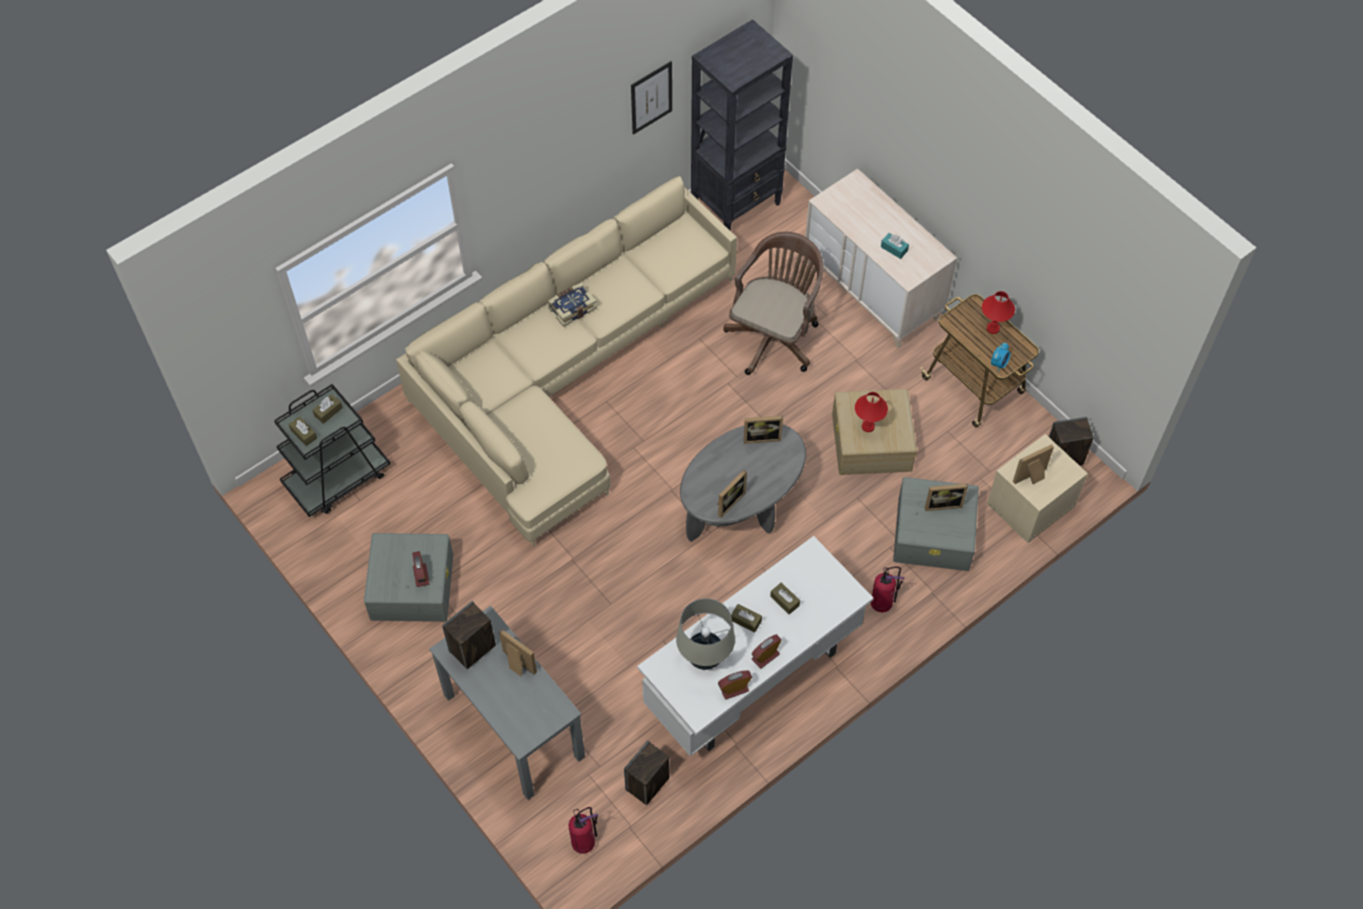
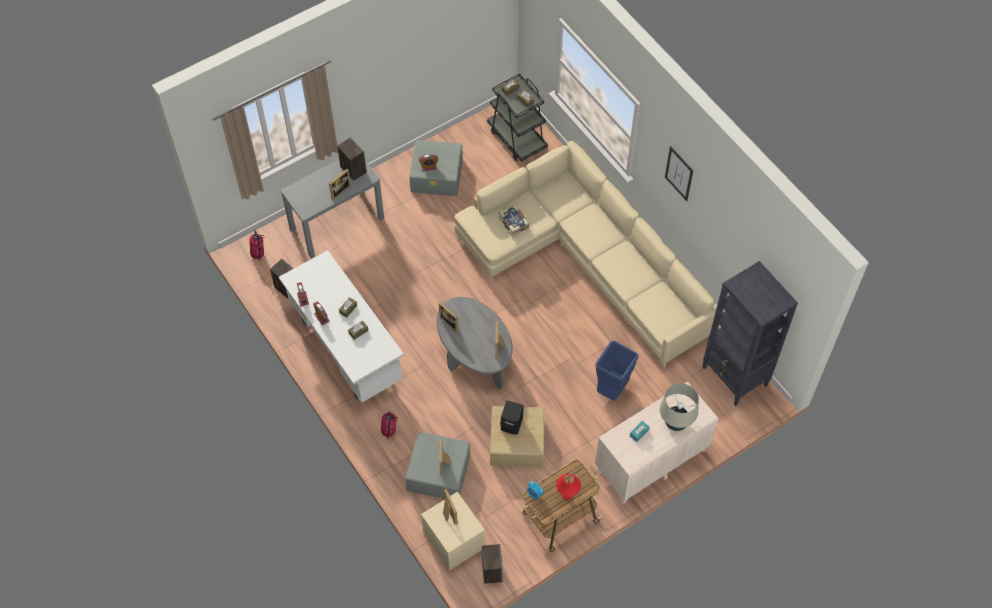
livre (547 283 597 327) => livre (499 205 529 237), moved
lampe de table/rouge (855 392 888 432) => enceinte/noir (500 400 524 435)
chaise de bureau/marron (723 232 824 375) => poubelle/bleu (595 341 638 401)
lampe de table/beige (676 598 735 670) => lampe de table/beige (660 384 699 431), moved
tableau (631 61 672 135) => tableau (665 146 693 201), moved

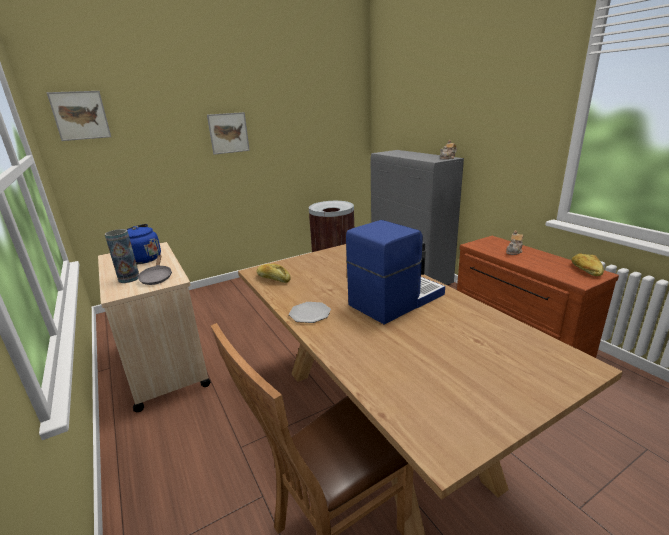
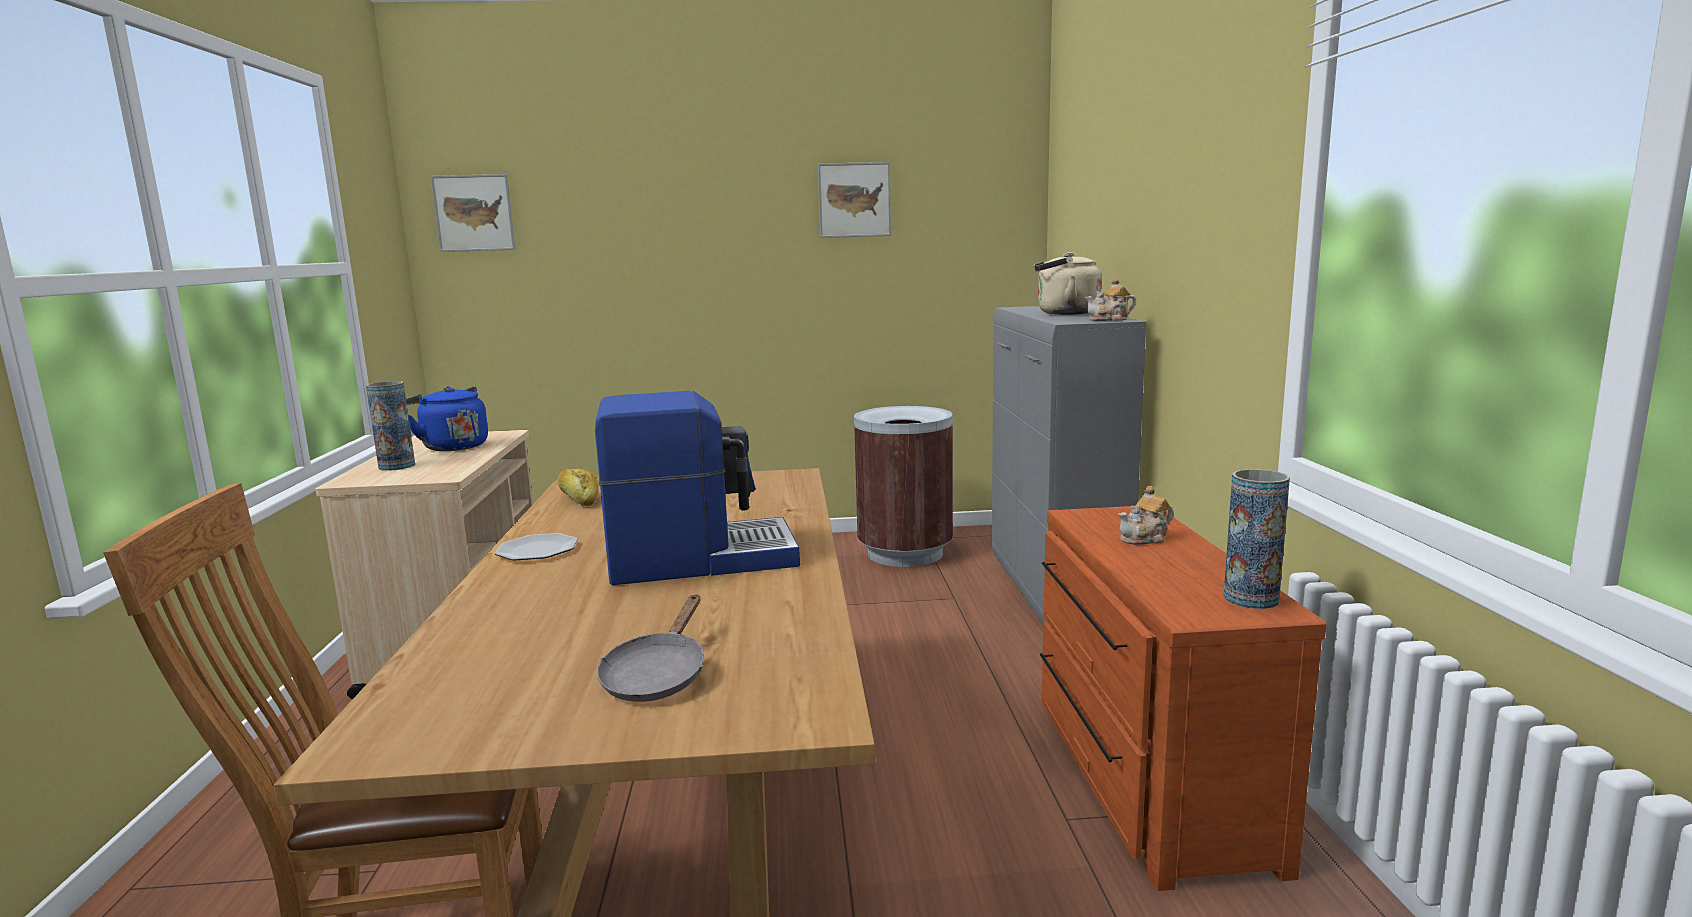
poêle/gris (137 255 172 285) => poêle/gris (597 594 704 702), moved
tableau (207 112 250 155) => tableau (818 162 891 238), moved
nothing => bouilloire/beige (1034 252 1101 315)
pain (571 253 604 276) => vase (1224 469 1290 609)

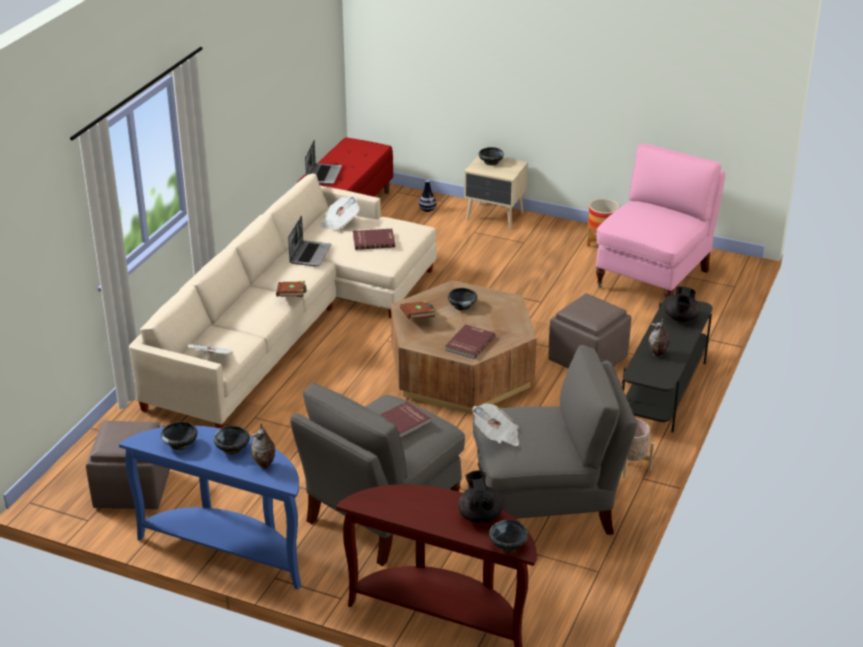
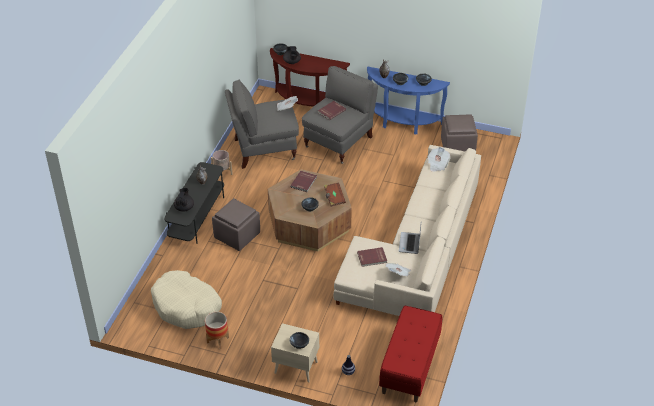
fauteuil/rose (596 144 725 297) => panier pour chien/beige (151 270 222 329)
livre/marron (276 281 307 297) => nothing
ordinateur portable (305 140 342 184) => nothing

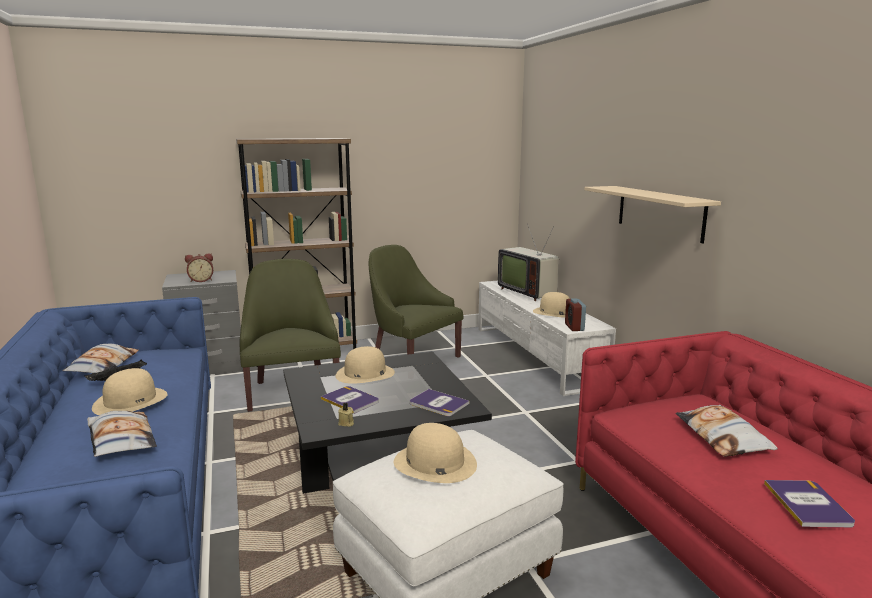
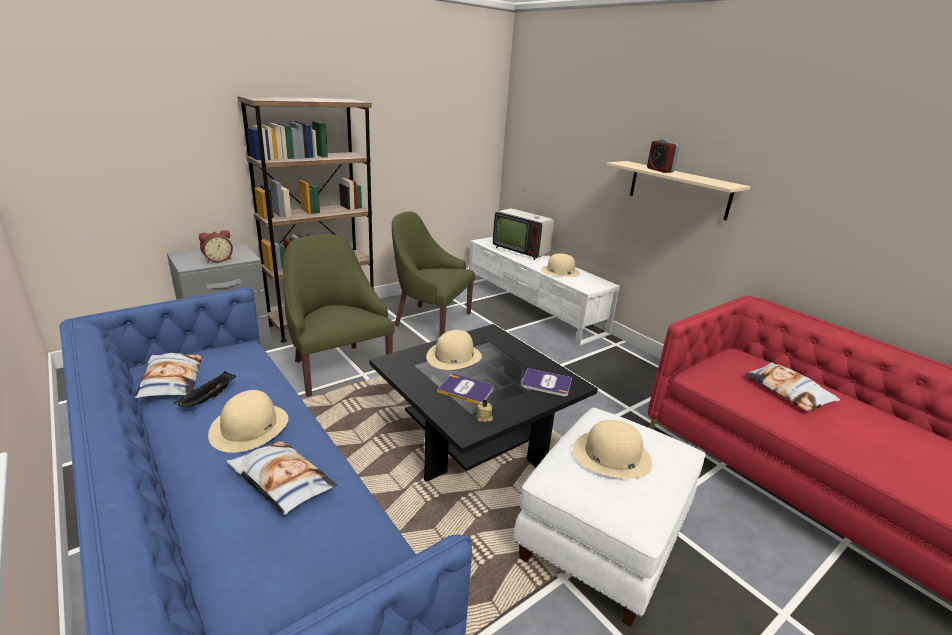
réveil (565 298 586 331) => réveil (647 139 680 173), moved
livre (764 480 855 527) => nothing

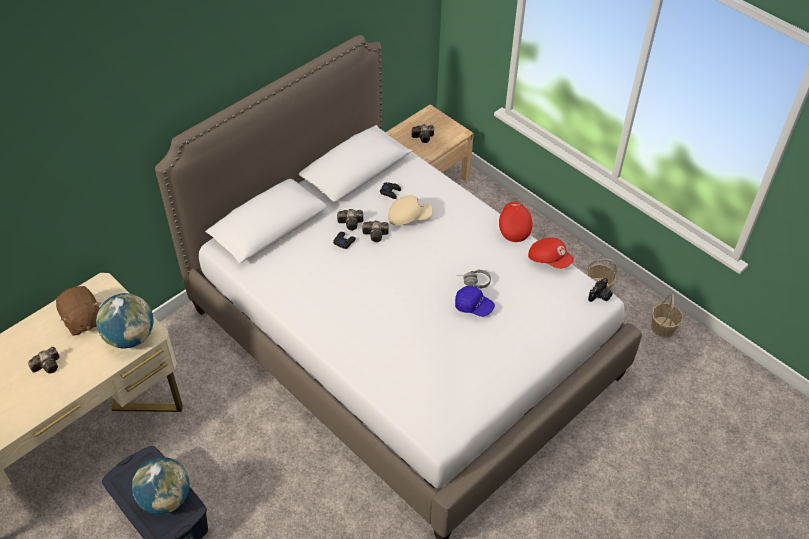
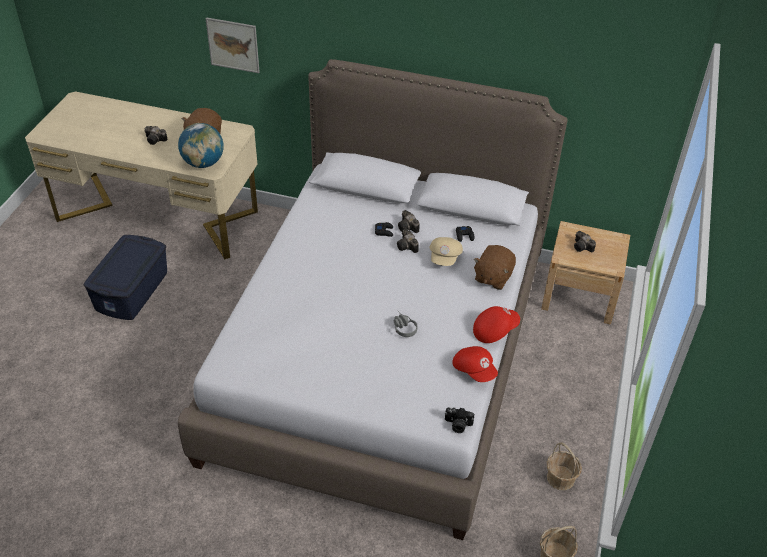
nothing => tableau (206 17 260 73)
casquette/beige (388 195 433 226) => casquette/beige (430 237 463 266), 45 degrees clockwise
casquette/rouge (528 237 574 269) => casquette/rouge (452 346 498 382), 45 degrees counterclockwise
nothing => peluche/marron (473 245 516 290)
globe (132 457 190 514) => nothing
casquette/bleu (455 286 495 317) => nothing

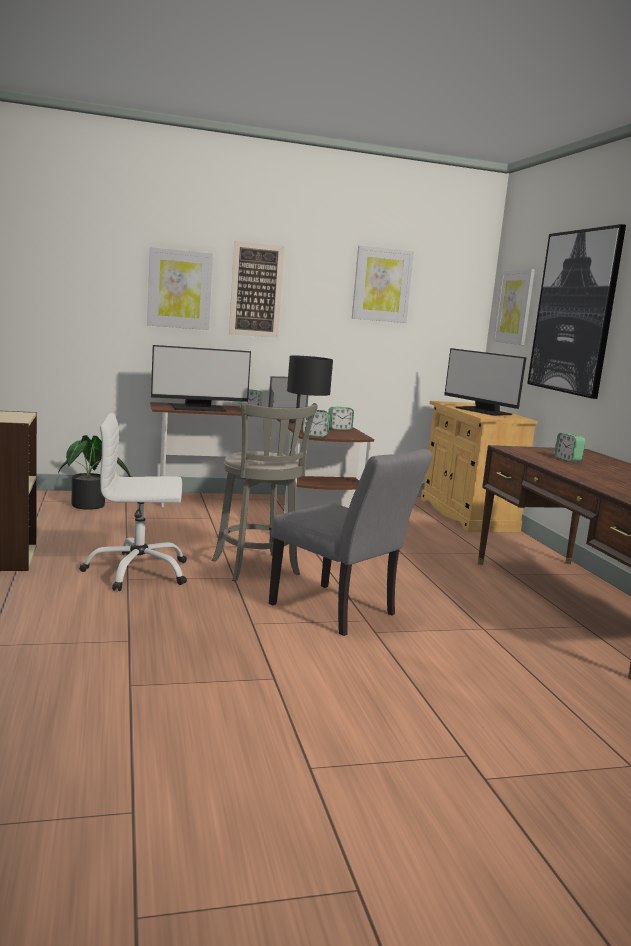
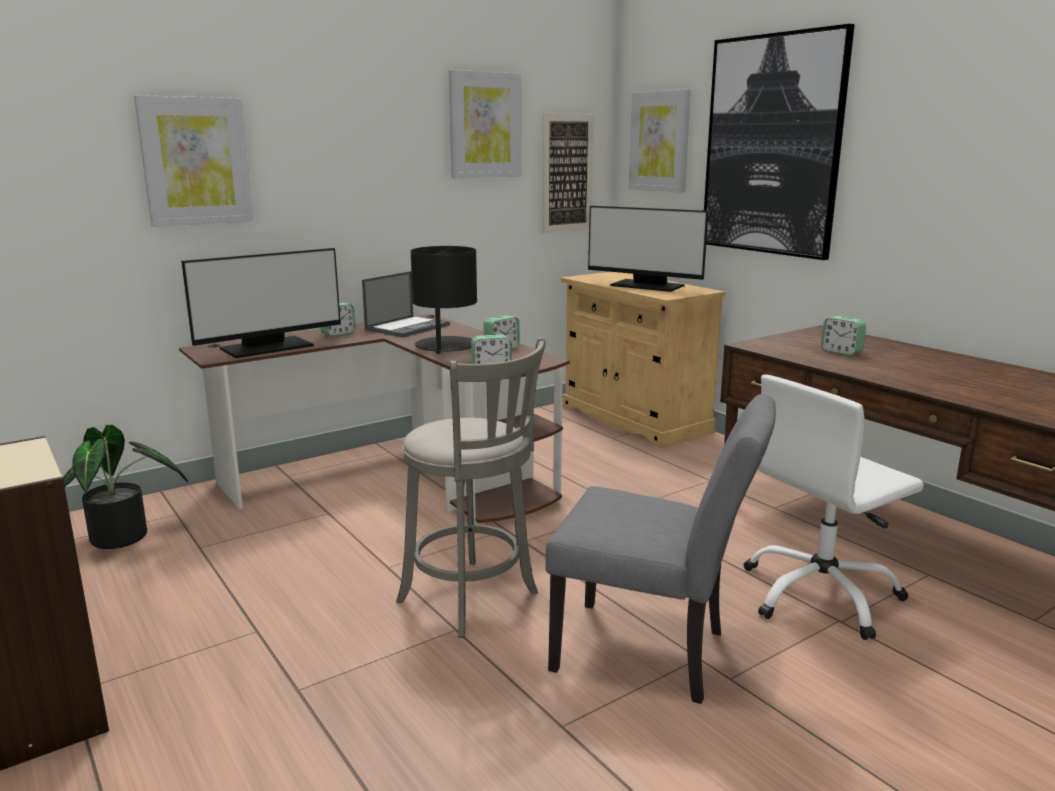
tableau (229 241 285 338) => tableau (542 114 594 233), moved
chaise de bureau/blanc (79 413 187 591) => chaise de bureau/blanc (744 374 924 640), moved

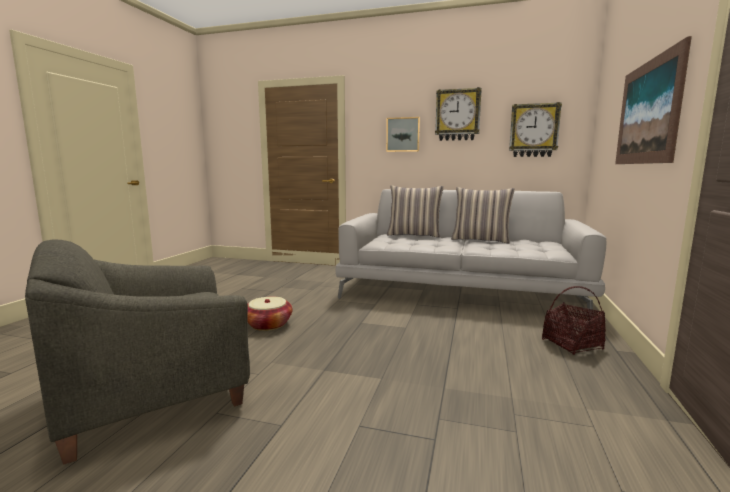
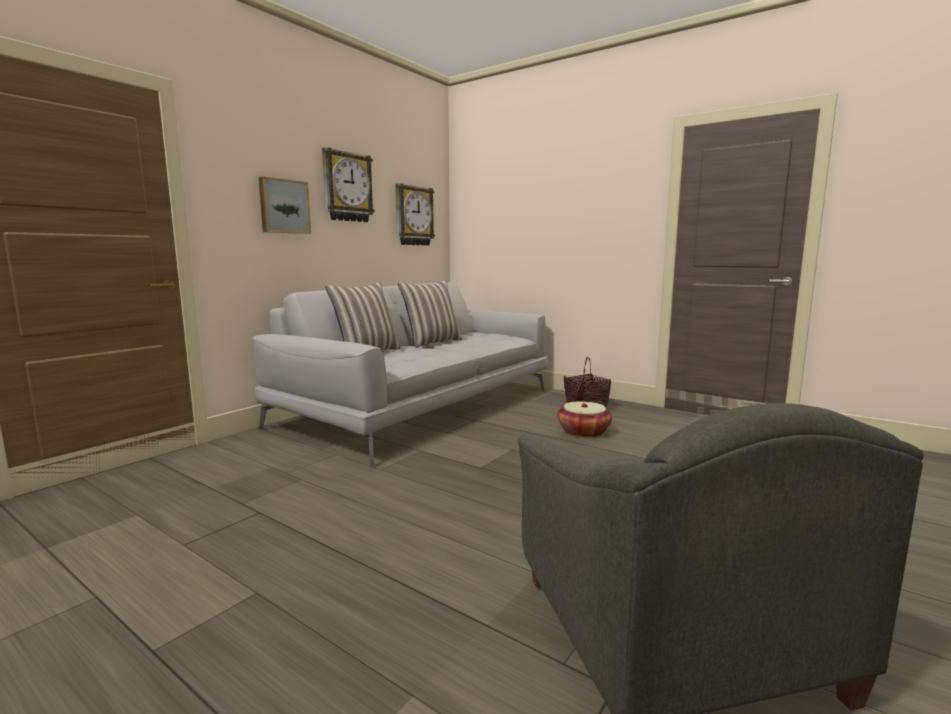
panier (247 297 293 331) => panier (557 401 612 438), moved
tableau (615 36 692 164) => nothing

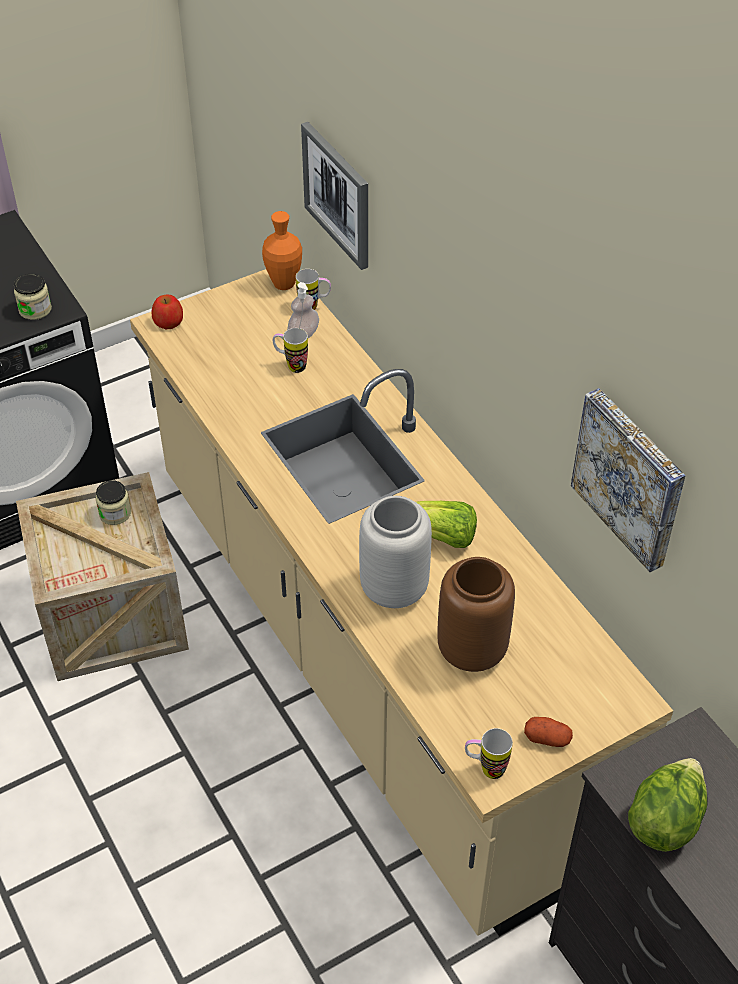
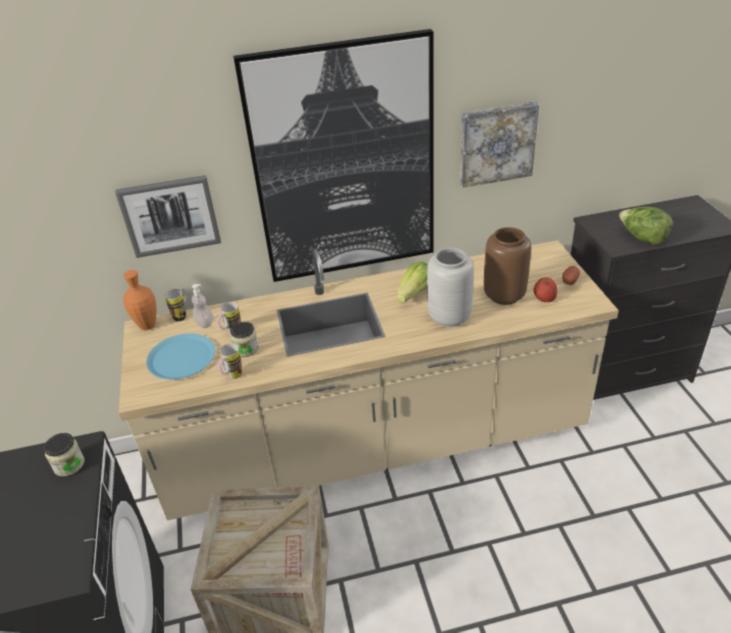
nothing => assiette/bleu (146 333 215 380)
mug (465 728 513 779) => mug (219 344 242 379), moved
bocal (96 480 131 525) => bocal (230 322 259 357), moved
nothing => tableau (233 29 434 282)
pomme (151 294 183 329) => pomme (534 277 558 302), moved

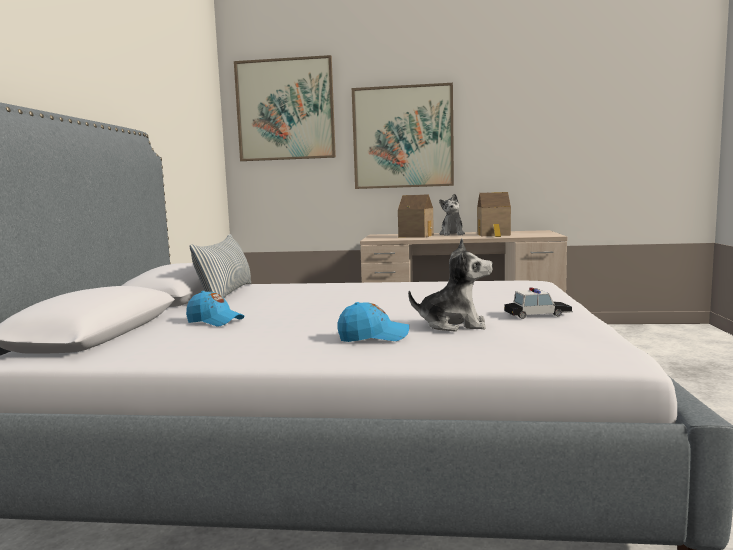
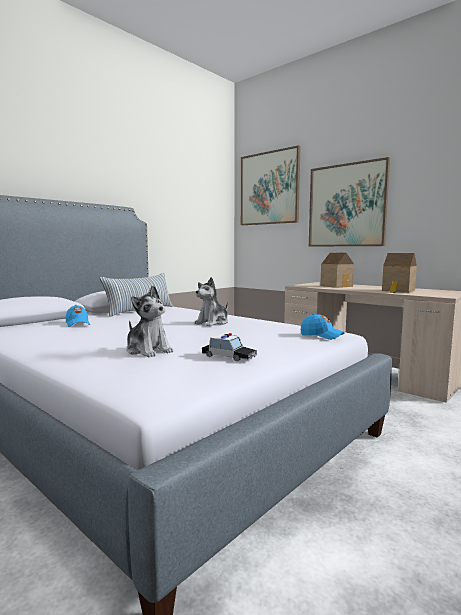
peluche (439 194 465 236) => peluche (194 277 228 326), moved
casquette/bleu (338 302 409 342) => casquette/bleu (301 314 345 340), moved

